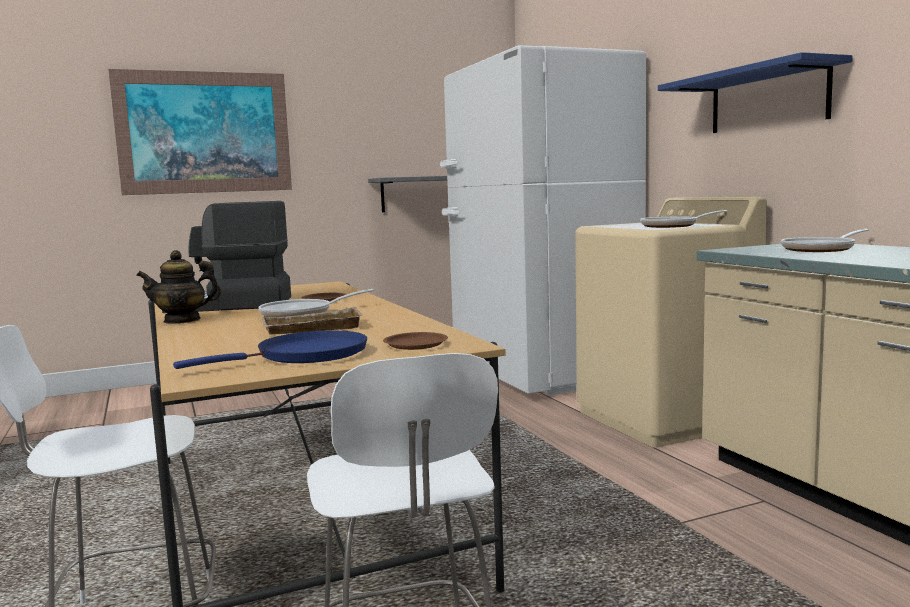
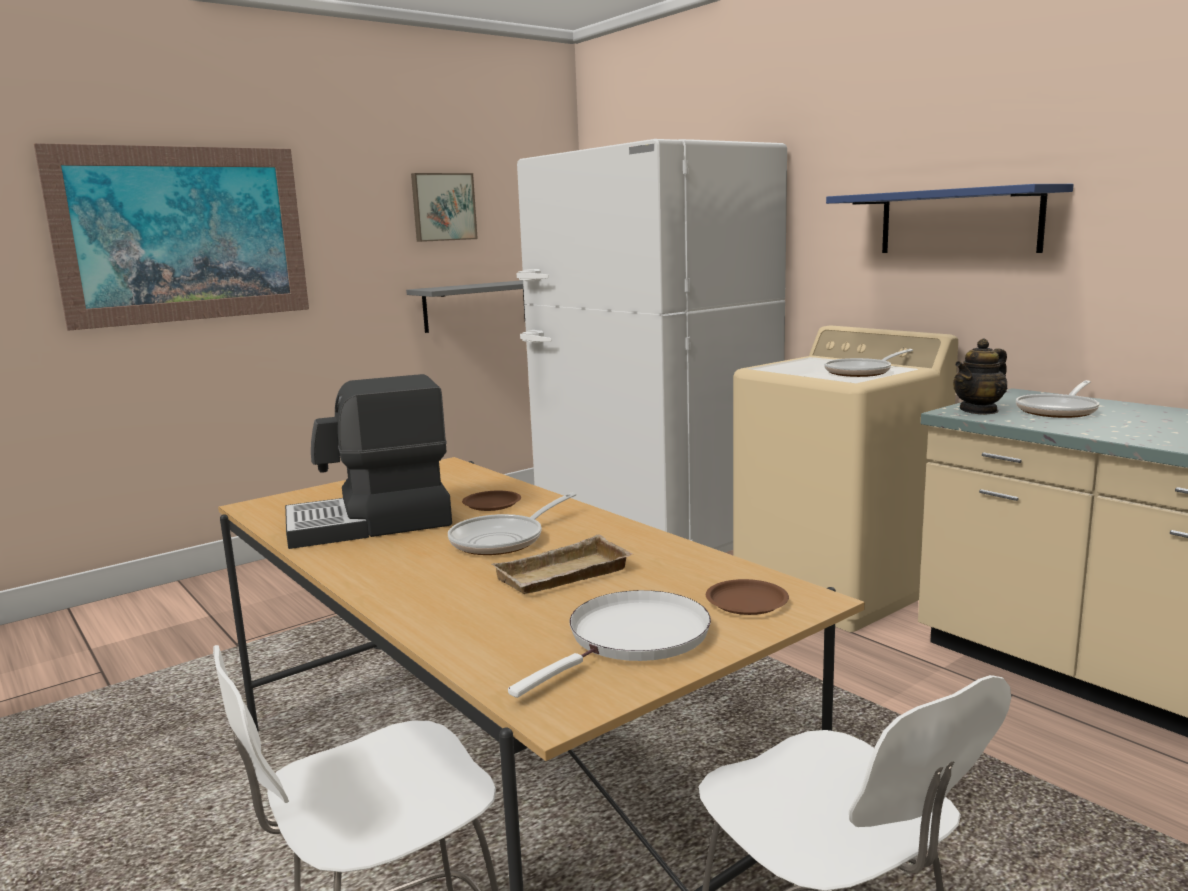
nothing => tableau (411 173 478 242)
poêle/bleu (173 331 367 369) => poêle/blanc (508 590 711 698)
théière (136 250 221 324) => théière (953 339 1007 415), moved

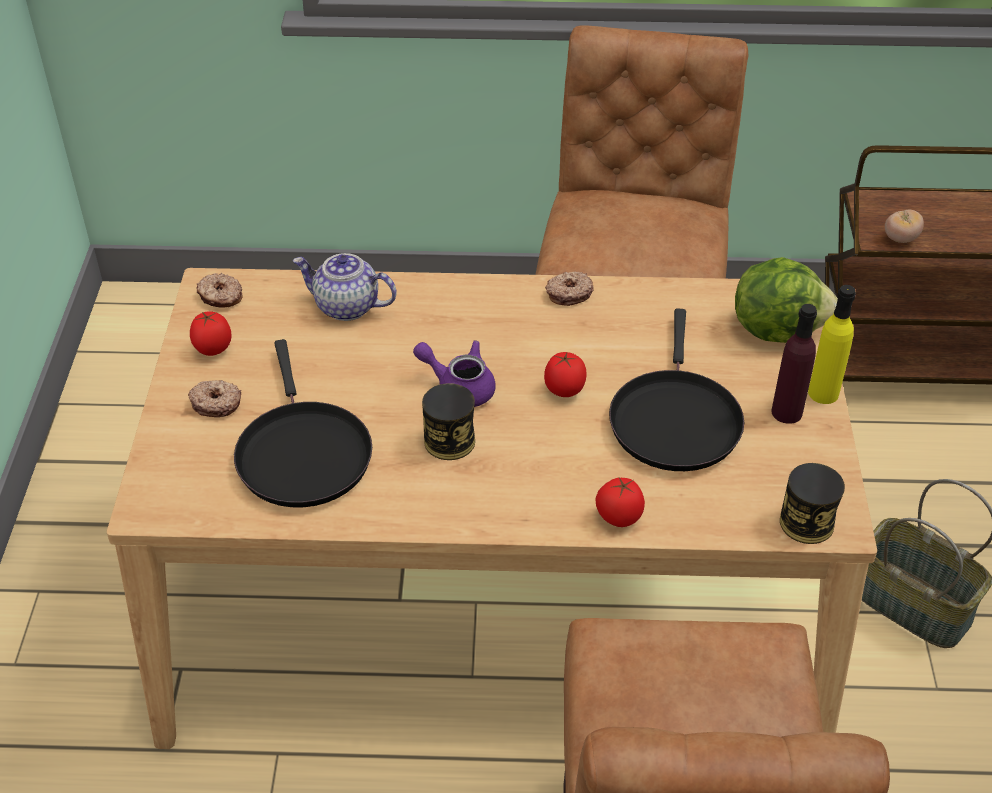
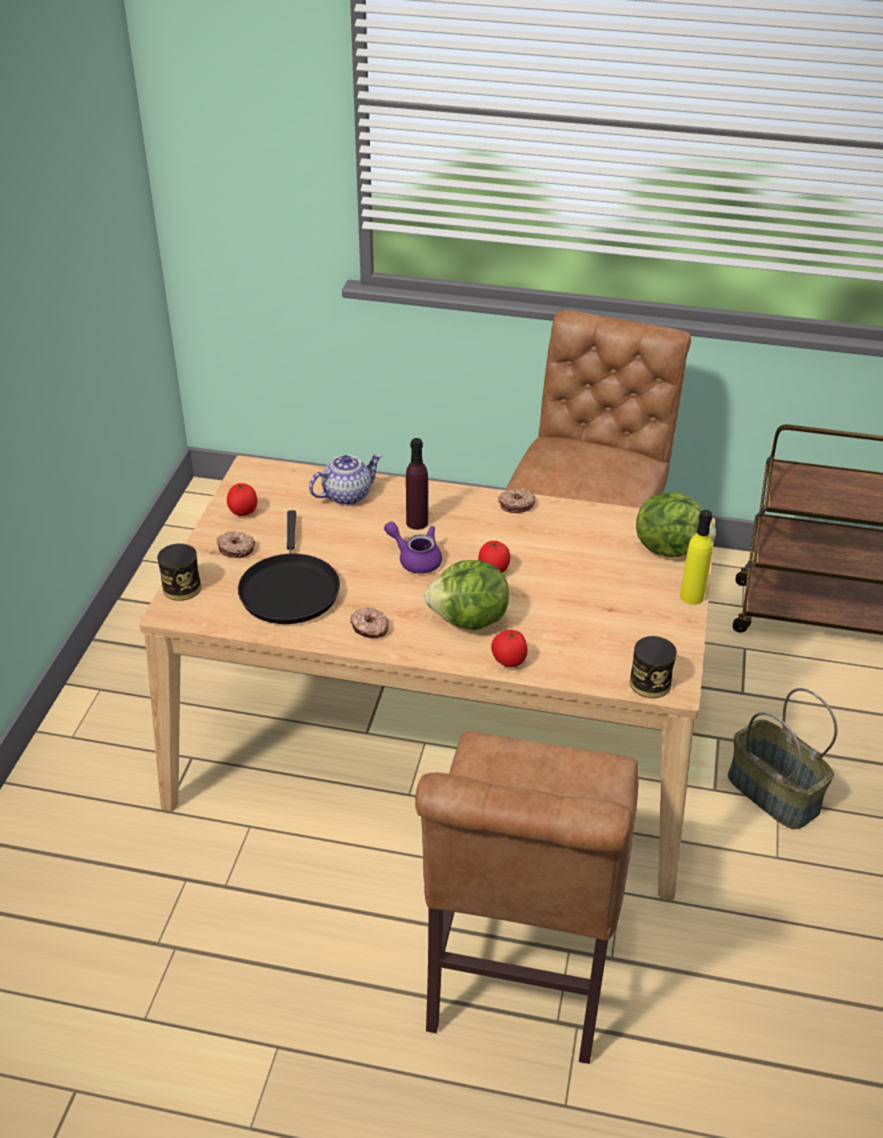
boîte métallique (422 383 475 460) => boîte métallique (157 543 201 601), moved
théière (292 253 397 321) => théière (309 454 382 505), 120 degrees clockwise
beignet (196 273 243 308) => beignet (350 607 389 638), moved
bouteille/violet (771 304 817 424) => bouteille/violet (406 438 428 530), moved
nothing => laitue (424 560 509 631)
poêle/noir (609 308 744 471) => nothing
tomate (885 210 924 243) => nothing

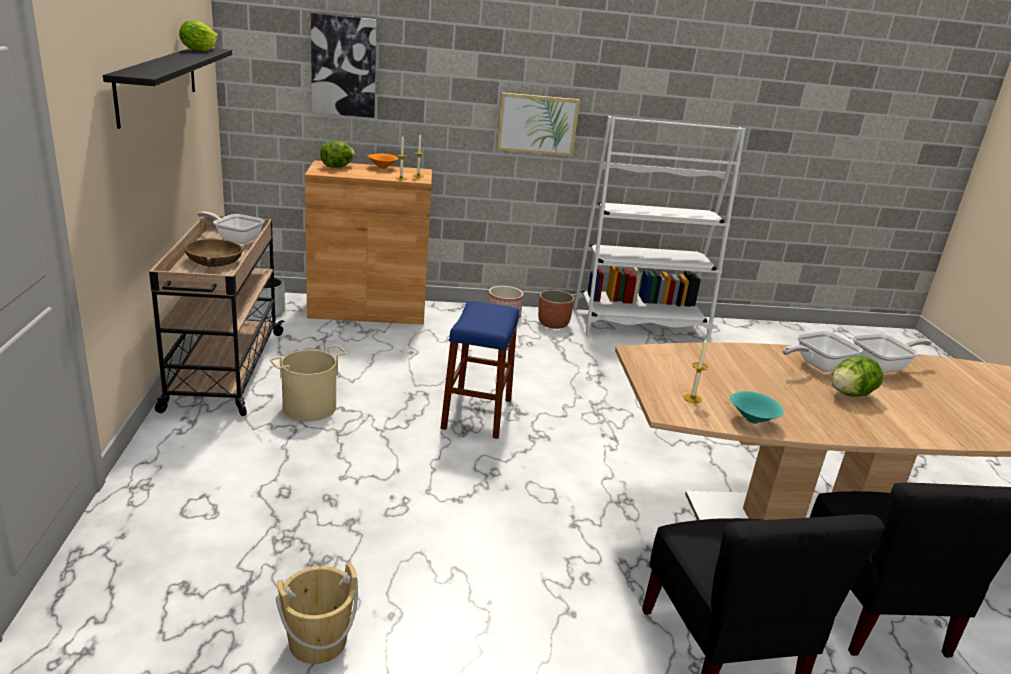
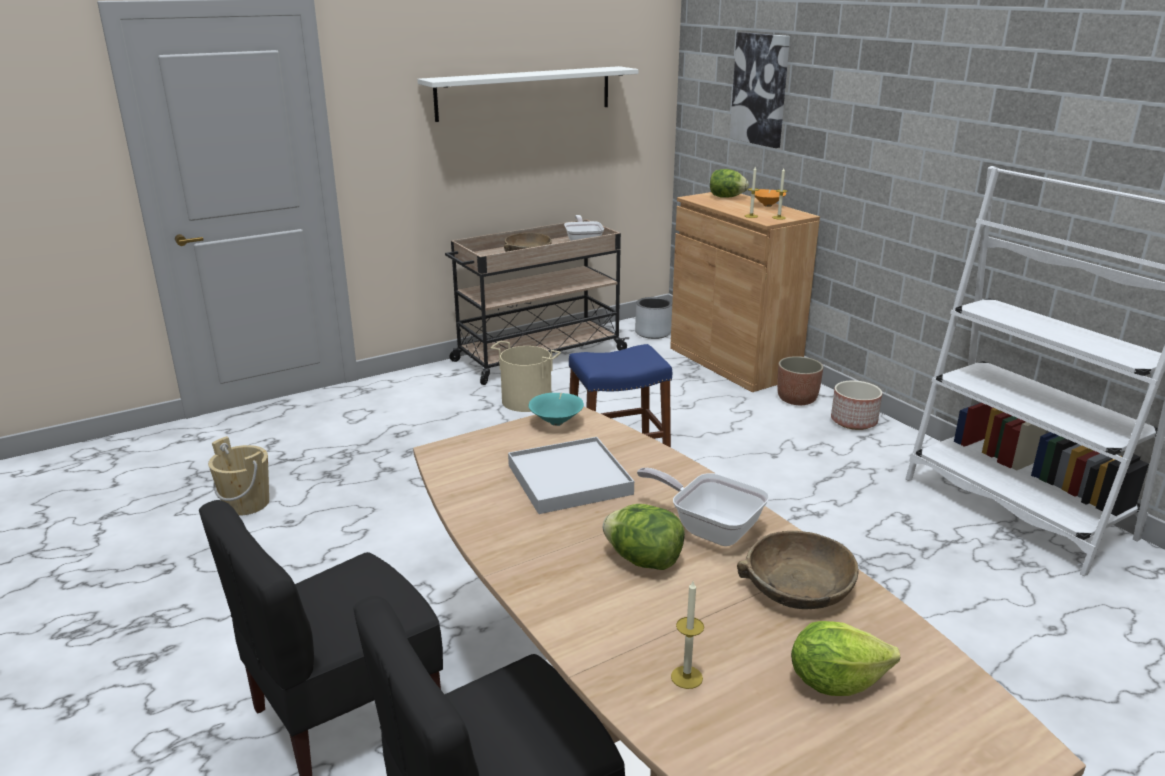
étagère/noir (103 48 232 129) => étagère/blanc (417 66 638 122)
nothing => plateau/blanc (508 437 634 514)
bol/turquoise (730 391 783 424) => bol/turquoise (529 393 584 426), moved
bougie (684 337 708 403) => bougie (671 581 704 689), moved
poêle (853 334 932 373) => bol/marron (737 531 859 609)
cache-pot (538 290 574 329) => cache-pot (777 356 823 405), moved
laitue (179 20 218 51) => laitue (791 621 900 696), moved
tableau (496 92 580 156) => nothing

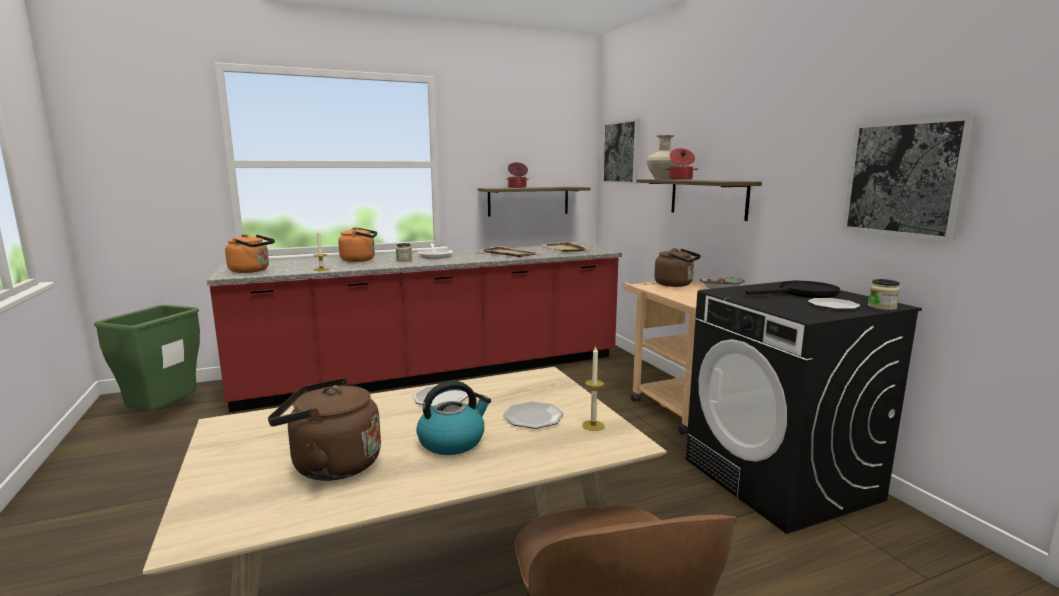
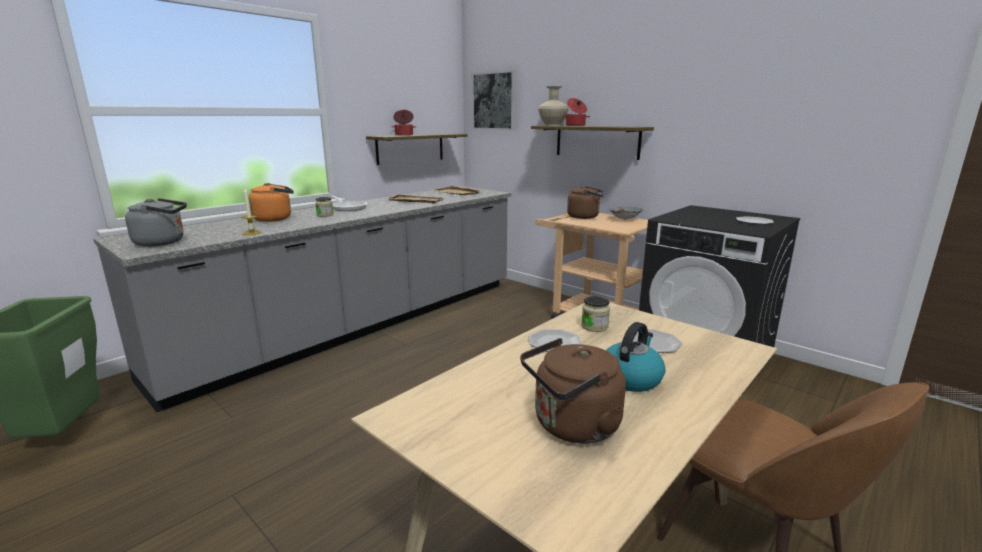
comptoir de cuisine/rouge (207 243 622 412) => comptoir de cuisine/gris (93 186 511 412)
bouilloire/orange (225 234 275 273) => bouilloire/gris (125 198 187 247)
bocal (868 279 900 310) => bocal (581 296 610 332), moved
bougie (582 347 605 431) => nothing
poêle/noir (745 281 840 298) => nothing
tableau (843 115 977 241) => nothing

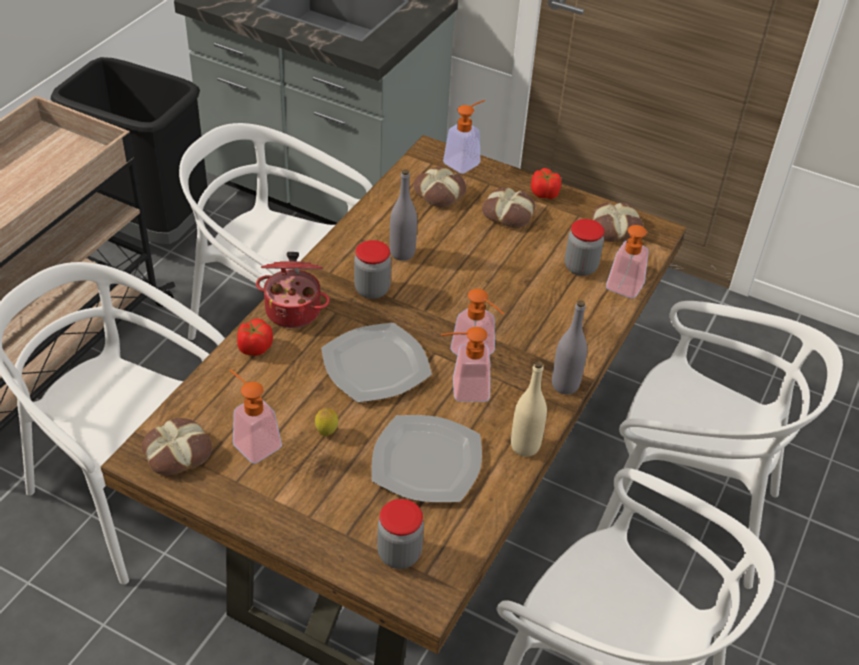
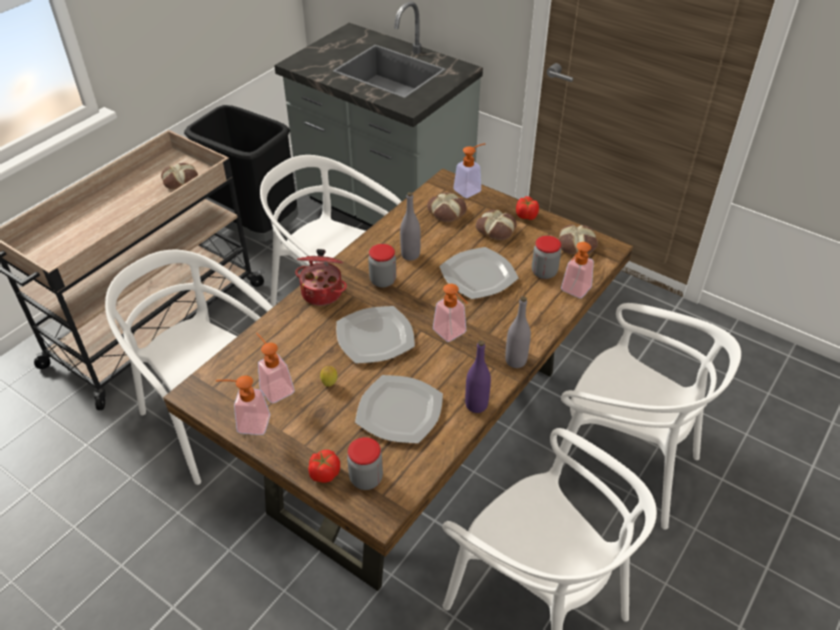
pain (142 418 212 475) => pain (161 163 198 189), moved
distributeur de savon (441 327 490 402) => distributeur de savon (216 375 270 435), moved
tomate (237 319 273 356) => tomate (308 450 340 483), moved
nothing => assiette (439 247 519 299)
bouteille/beige (511 361 547 457) => bouteille/violet (465 340 491 413)

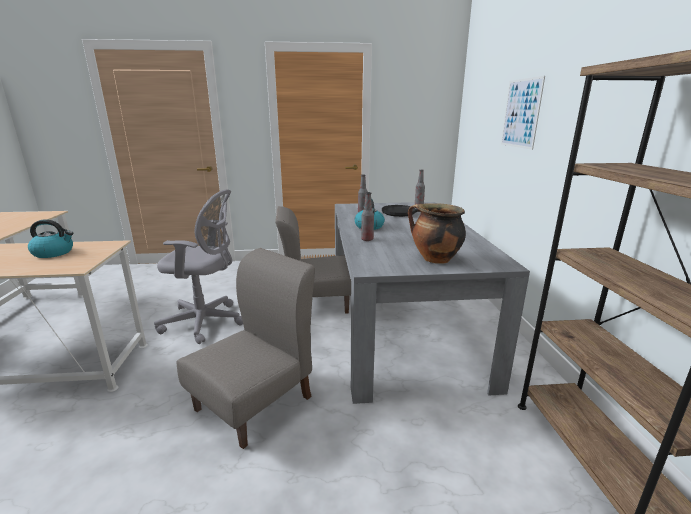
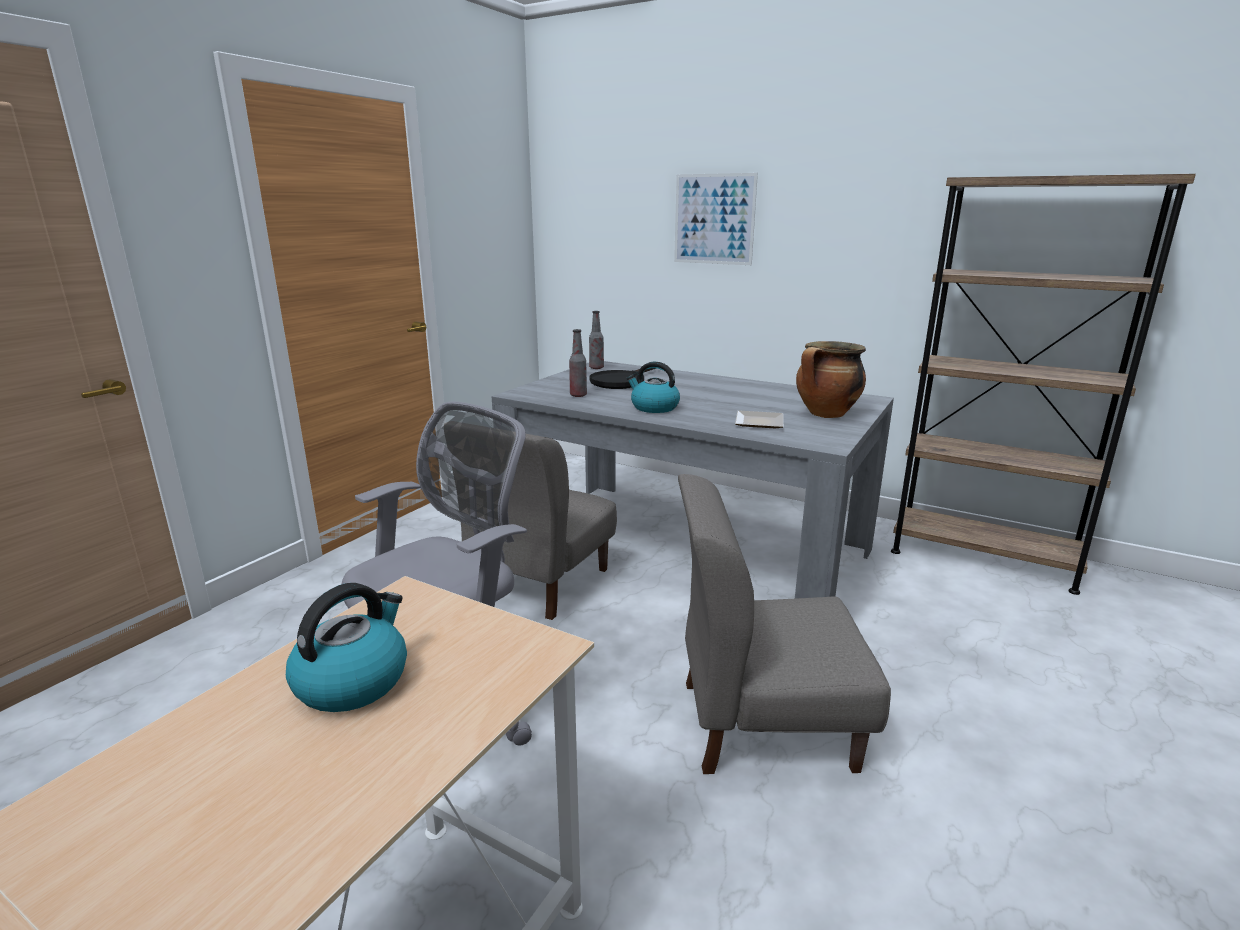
chaise/gris (177 248 315 449) => chaise/gris (678 474 891 774), 75 degrees counterclockwise
nothing => assiette (735 411 784 428)
bouteille (361 192 374 241) => nothing

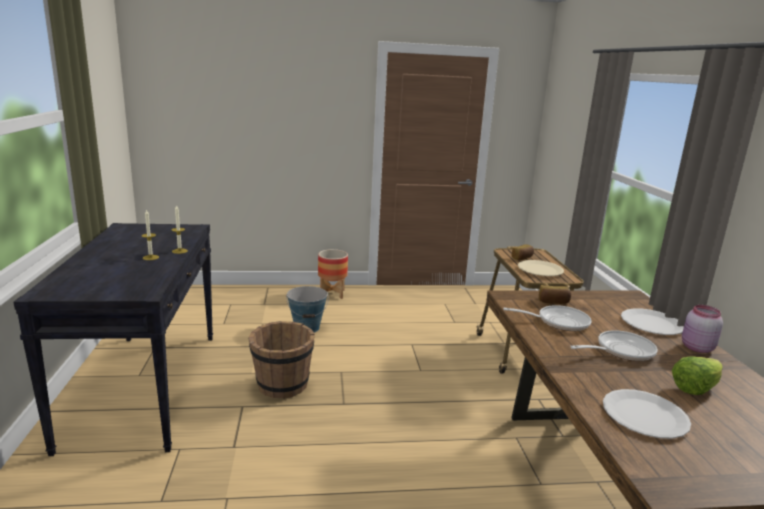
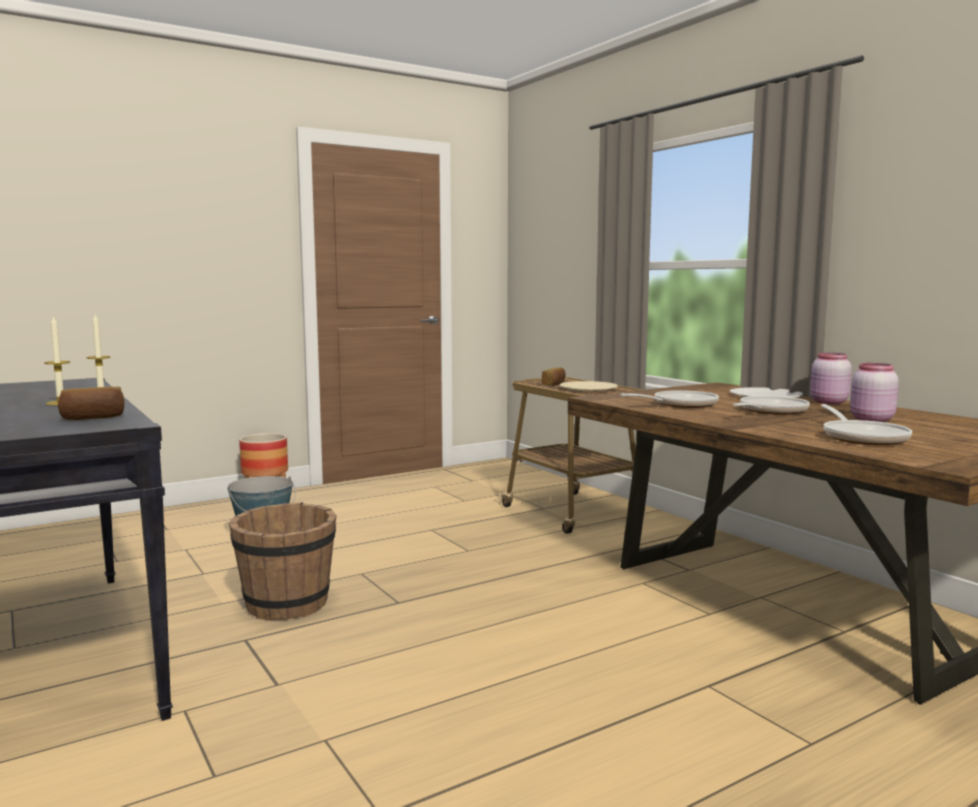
pain (539 285 571 304) => pain (58 386 125 420), moved
assiette/blanc (603 389 691 439) => poêle (821 404 912 445)
laitue (672 356 723 395) => bocal/rose (850 363 899 422)

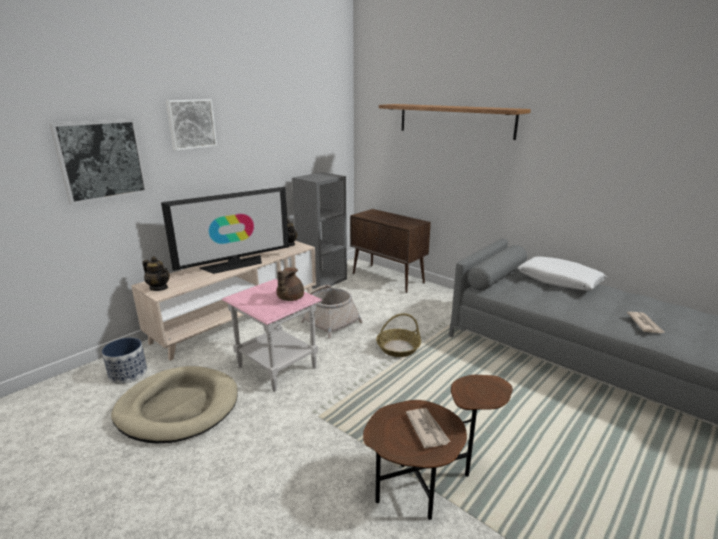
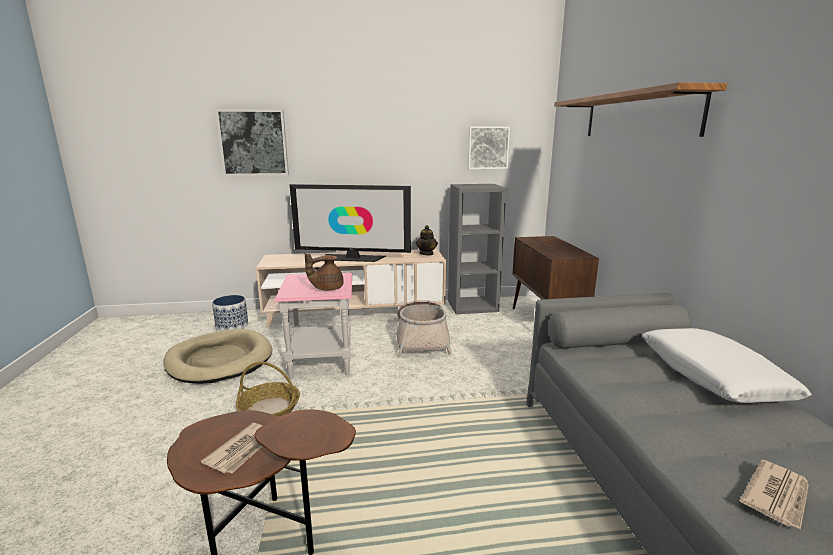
panier (376 313 421 357) => panier (235 362 300 416), moved
tableau (166 99 217 151) => tableau (467 127 510 169), moved
théière (143 257 170 291) => nothing

